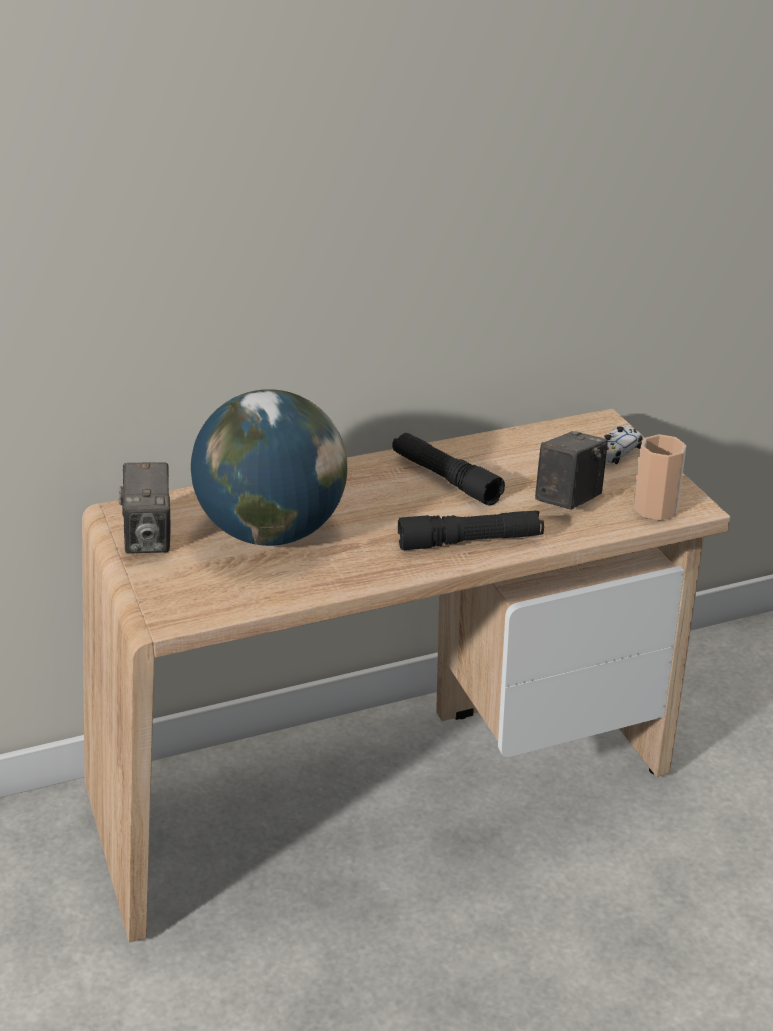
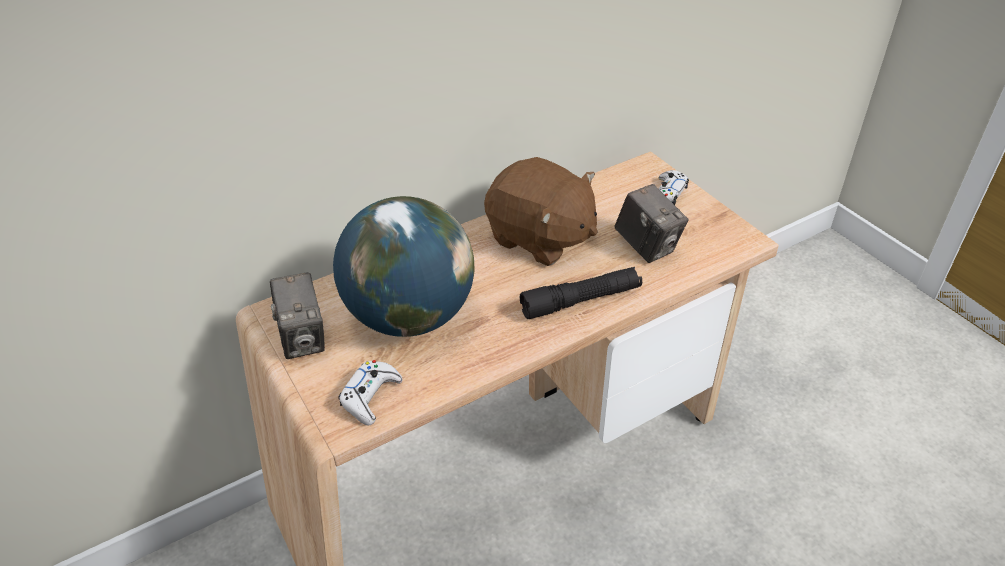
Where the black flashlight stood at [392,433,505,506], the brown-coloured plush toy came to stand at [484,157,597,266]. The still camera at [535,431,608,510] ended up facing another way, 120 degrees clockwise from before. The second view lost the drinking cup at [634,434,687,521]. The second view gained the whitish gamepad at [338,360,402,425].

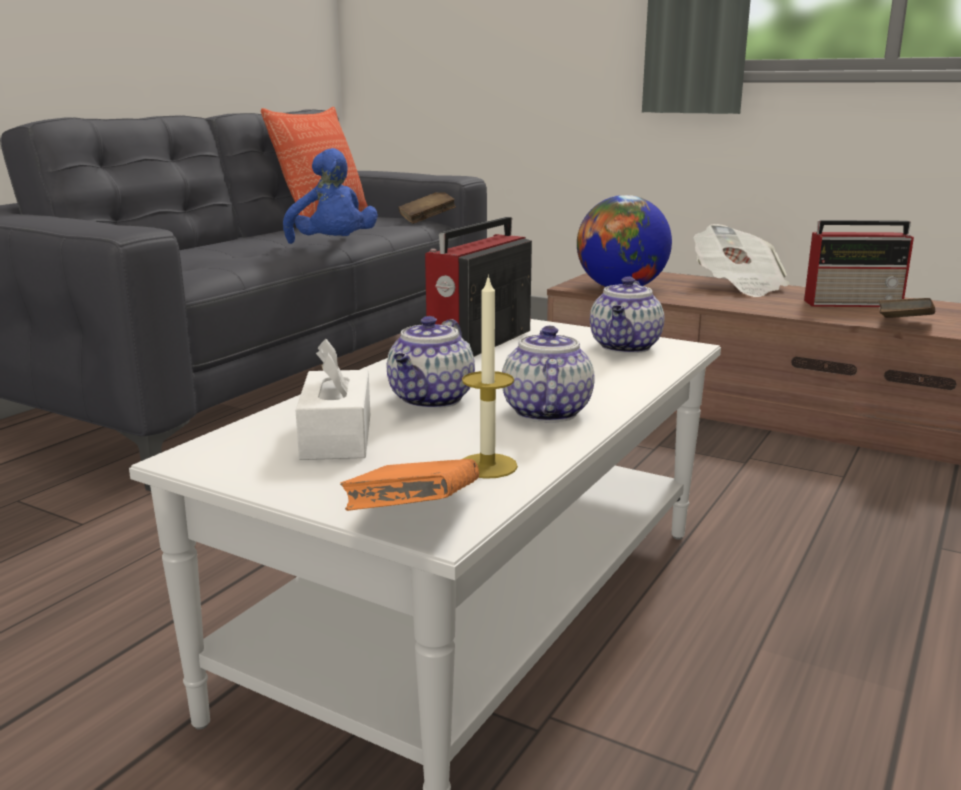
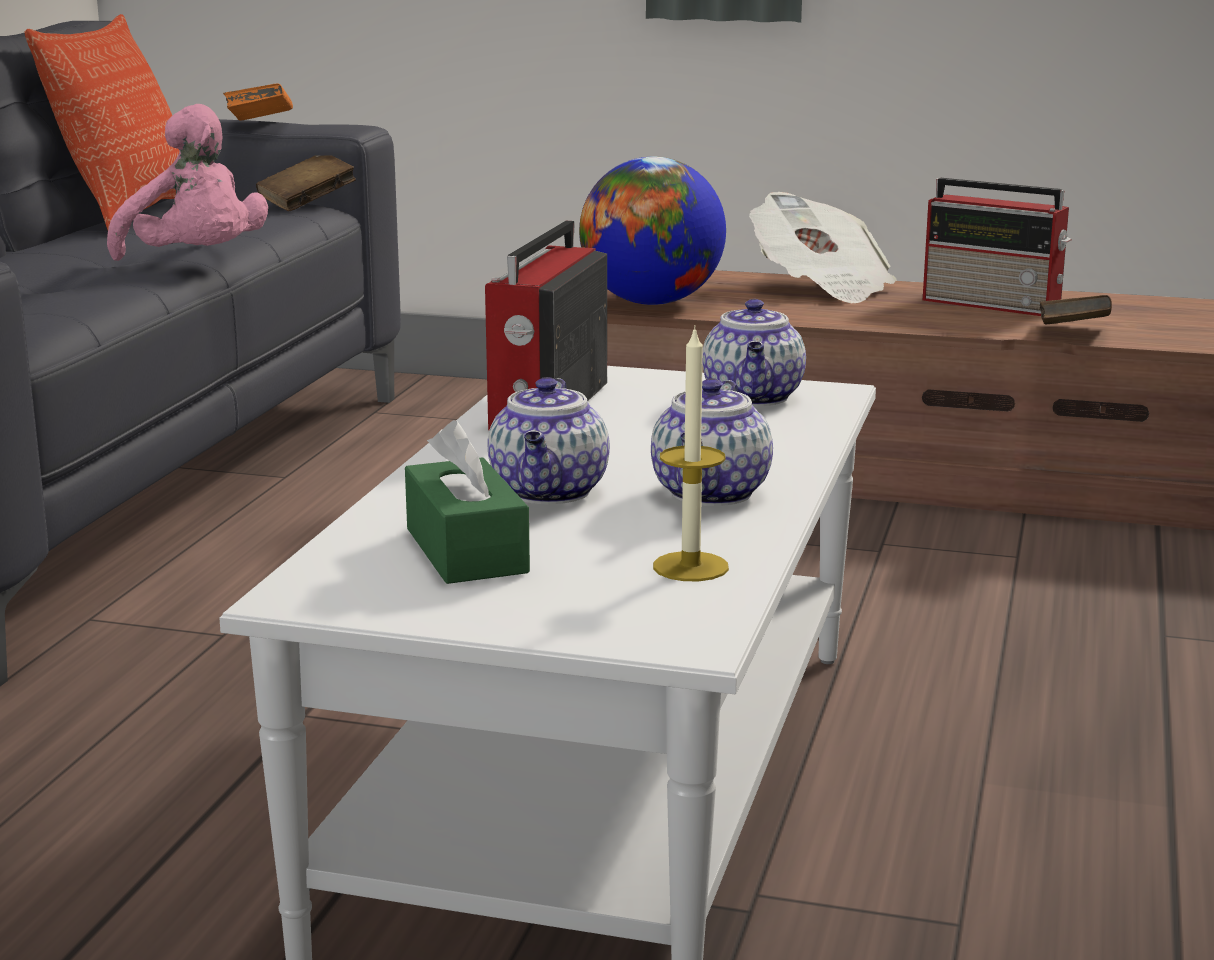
What was the blue plush toy at [283,148,378,244] turned into the pinkish plush toy at [107,104,268,261]. What was the whitish tissue box at [295,339,370,460] turned into the green tissue box at [405,420,530,584]. The orange-coloured book ended up elsewhere, having gone from [340,459,479,511] to [223,83,293,121]. The pot for tea at [502,326,594,423] ended up facing another way, 150 degrees counterclockwise from before. The radio set at [804,220,914,307] ended up facing another way, 45 degrees clockwise from before.

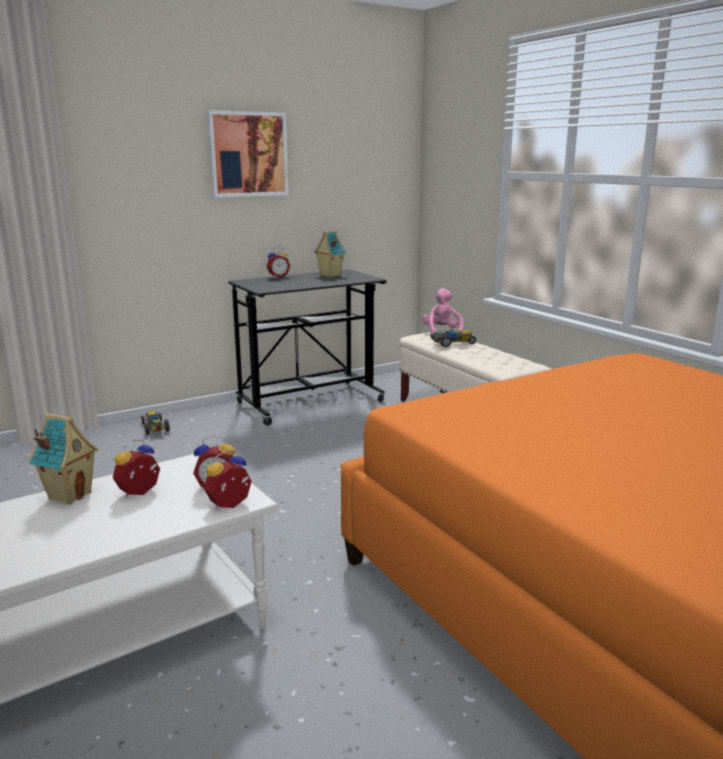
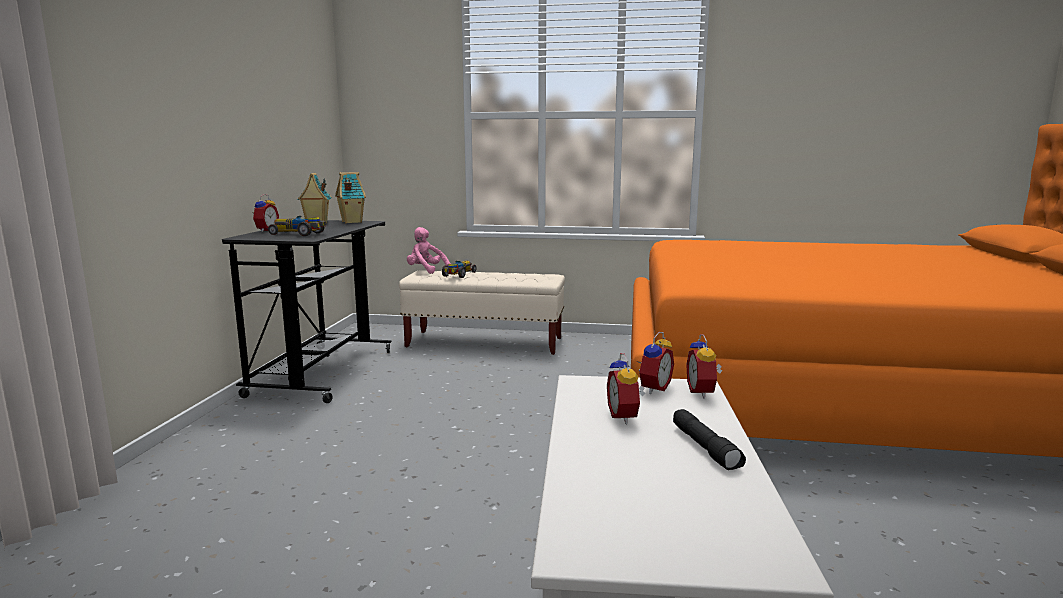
The toy house ended up elsewhere, having gone from [29,413,98,505] to [335,172,366,223]. The model car ended up elsewhere, having gone from [141,411,170,435] to [268,216,326,236]. The second view lost the wall picture at [207,110,289,197]. The second view gained the black flashlight at [673,409,746,470].

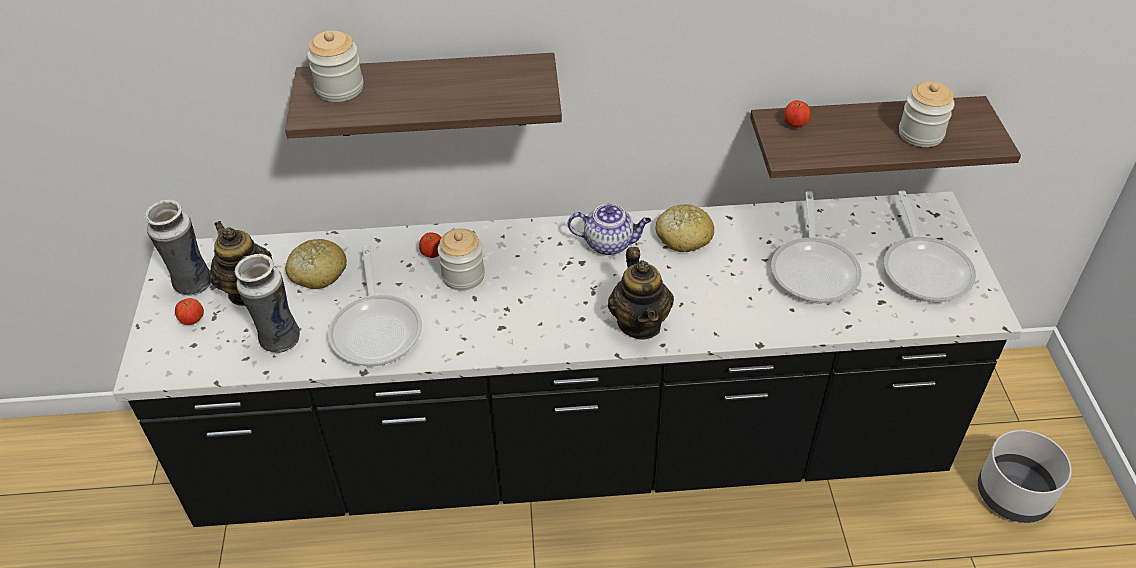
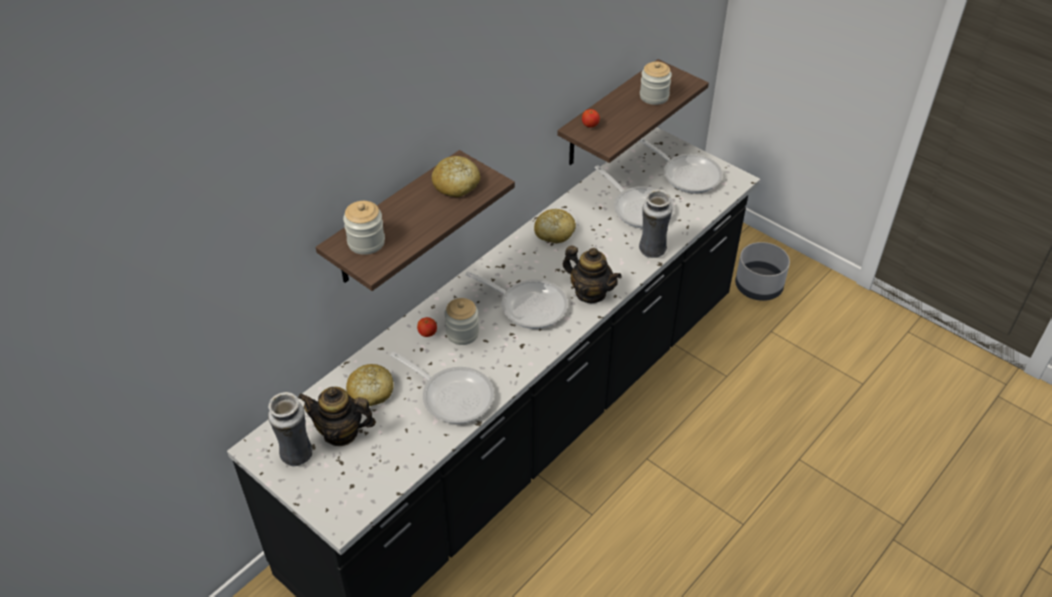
The second view lost the apple fruit at [175,298,204,325]. The decorative vase ended up elsewhere, having gone from [235,254,300,353] to [639,190,672,258]. The second view lost the pot for tea at [568,204,651,255]. The second view gained the bread at [432,156,481,197]. The second view gained the skillet at [465,271,568,329].

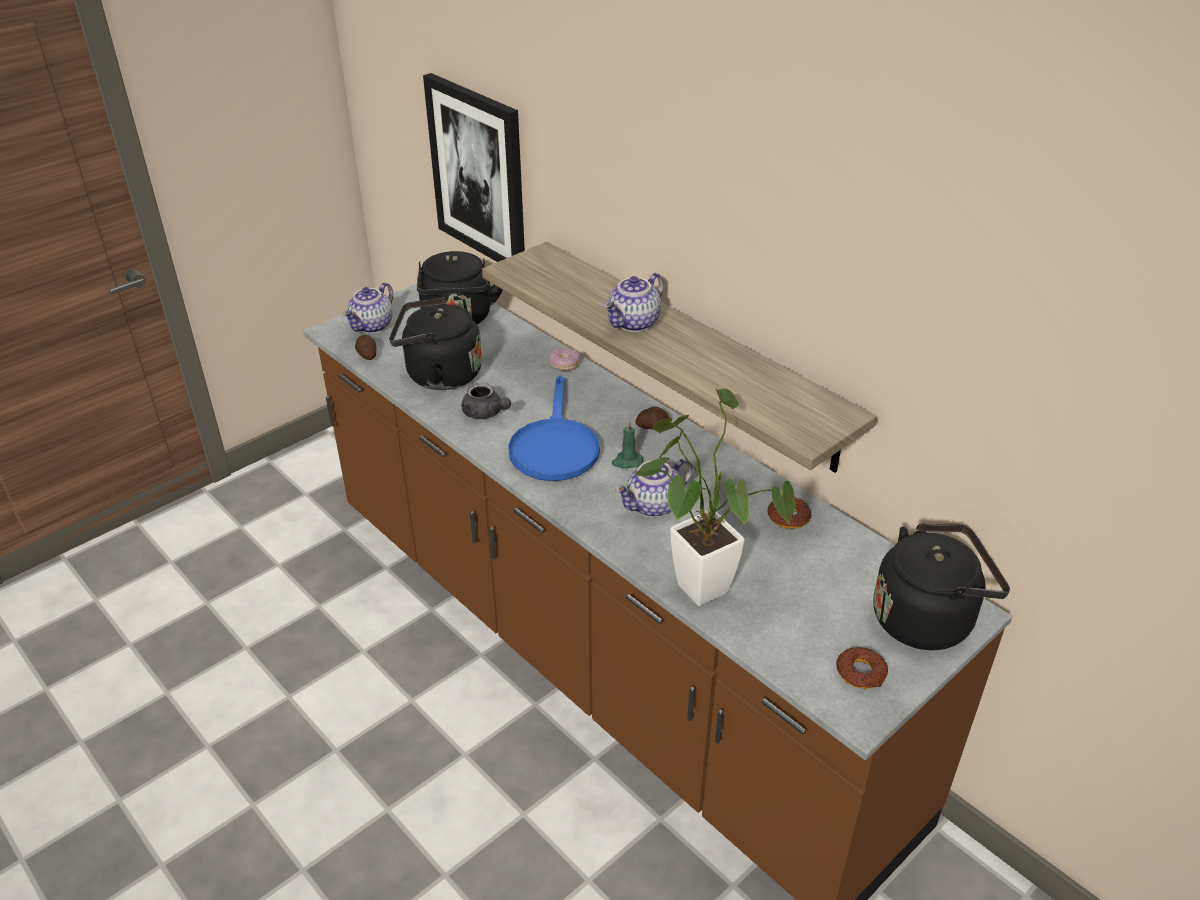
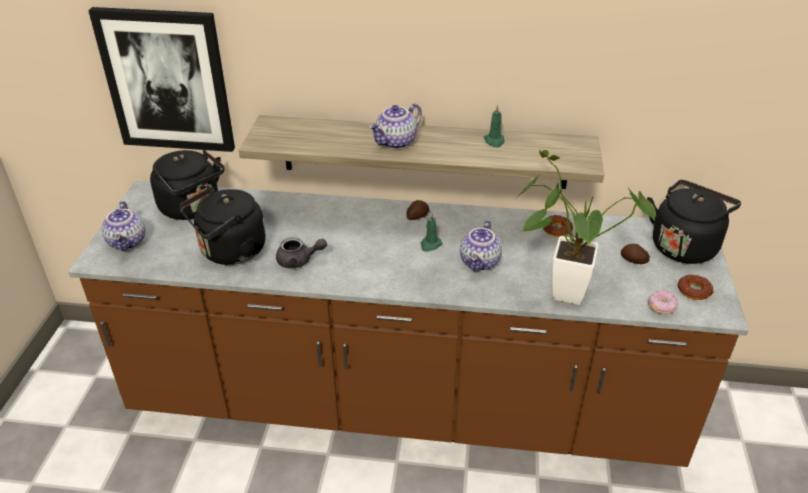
The whole potato ended up elsewhere, having gone from [355,335,376,360] to [621,244,650,264]. The second view lost the blue skillet at [508,376,600,481]. The ring doughnut ended up elsewhere, having gone from [549,349,580,371] to [648,289,679,314]. The pot for tea at [604,273,664,332] ended up facing another way, 45 degrees clockwise from before. The second view gained the green wax light at [484,104,505,148].

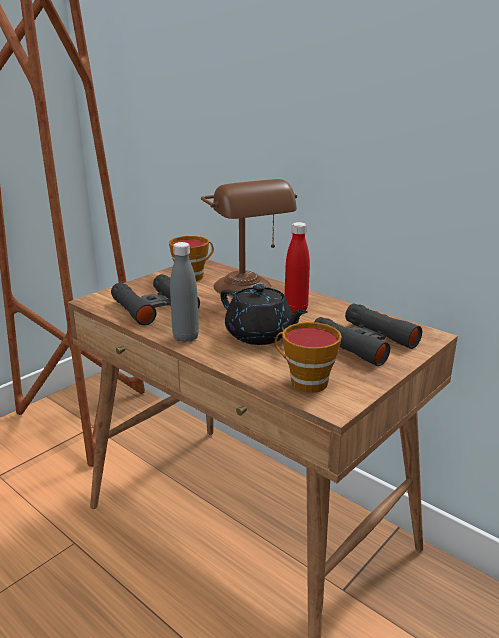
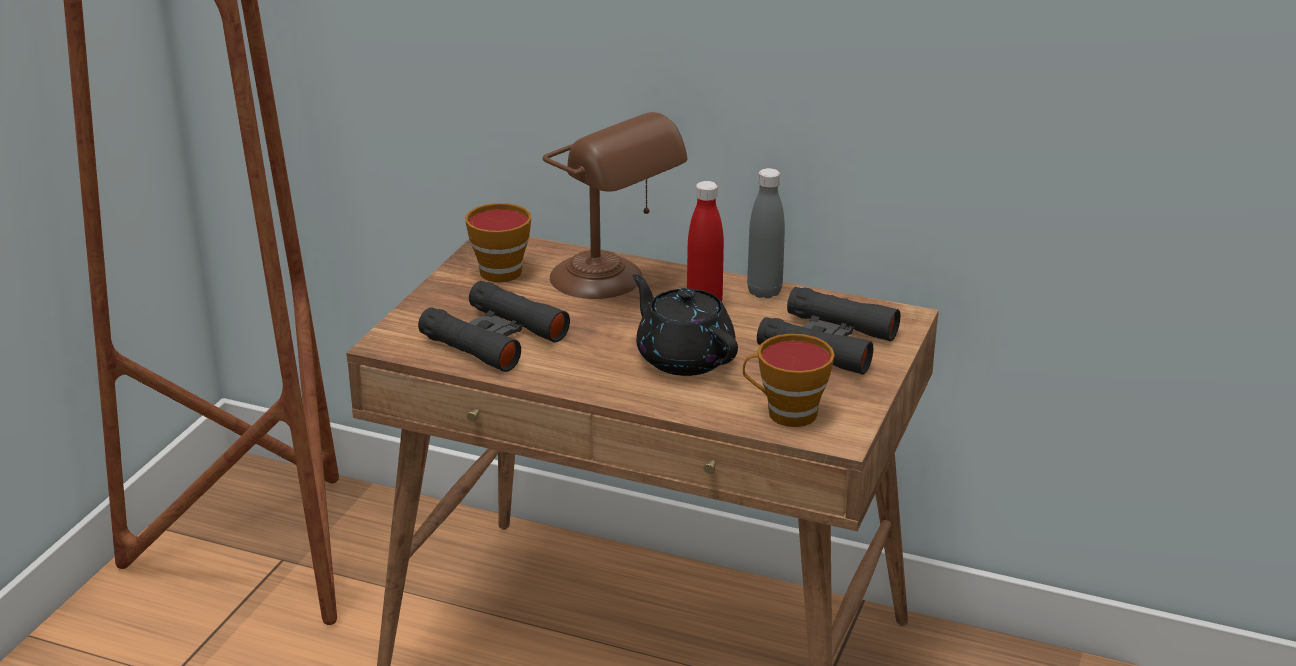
The grey bottle ended up elsewhere, having gone from [170,242,199,342] to [747,168,785,299]. The black pot for tea at [220,284,308,345] ended up facing another way, 150 degrees counterclockwise from before.

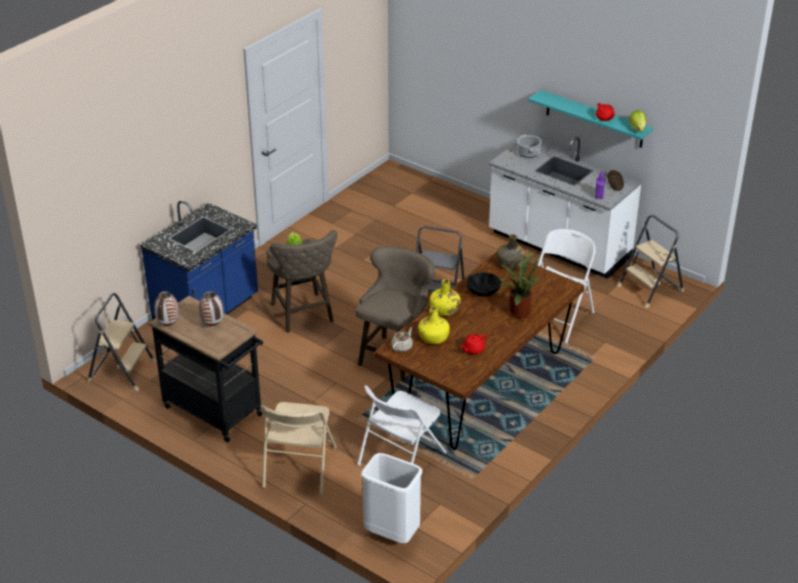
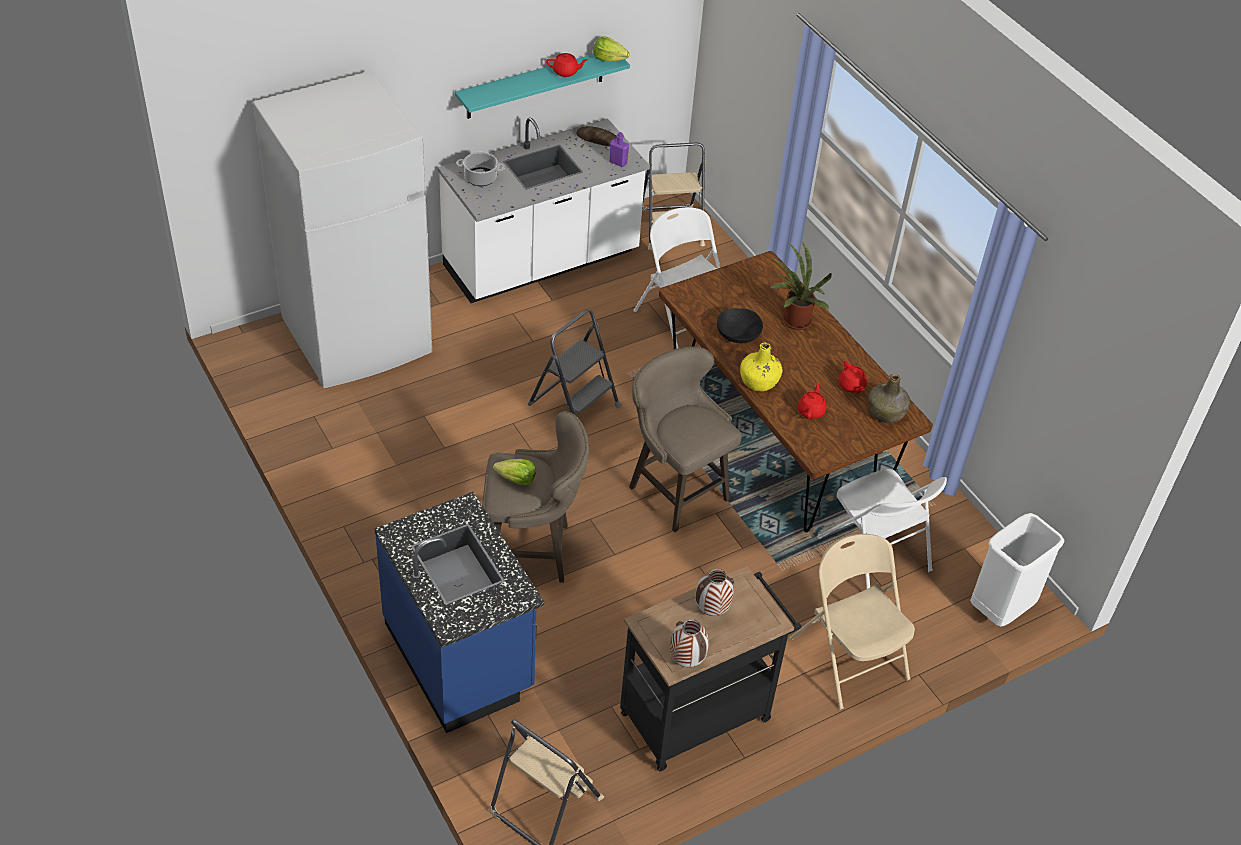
The sand-coloured plain chair at [260,402,337,495] ended up facing another way, 150 degrees counterclockwise from before. The second view lost the sand-coloured pot for tea at [391,327,413,352]. Where the yellowish bottle stood at [418,306,450,344], the red pot for tea came to stand at [797,382,826,419]. The green bottle ended up elsewhere, having gone from [497,234,526,270] to [868,374,910,423]. The second view gained the whitish fridge at [253,71,432,388].

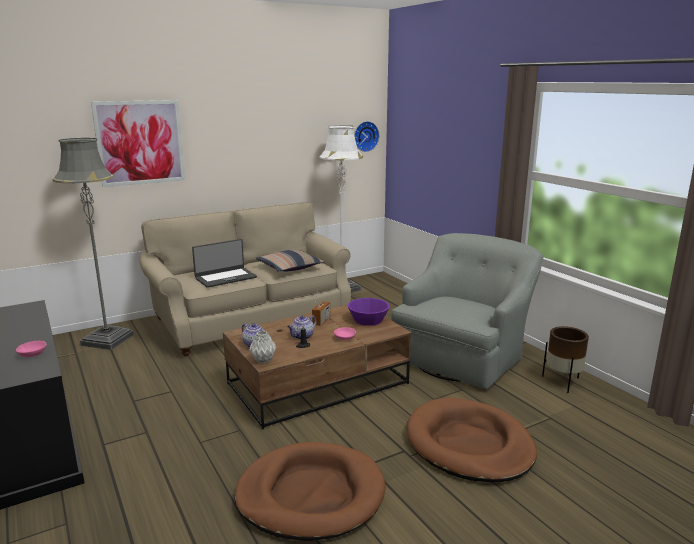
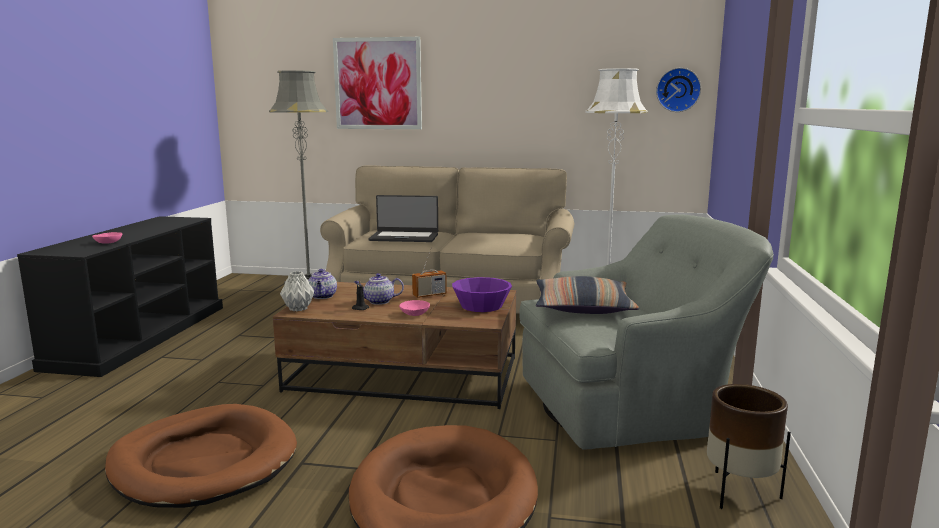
The throw pillow ended up elsewhere, having gone from [256,250,324,272] to [535,276,639,314].

